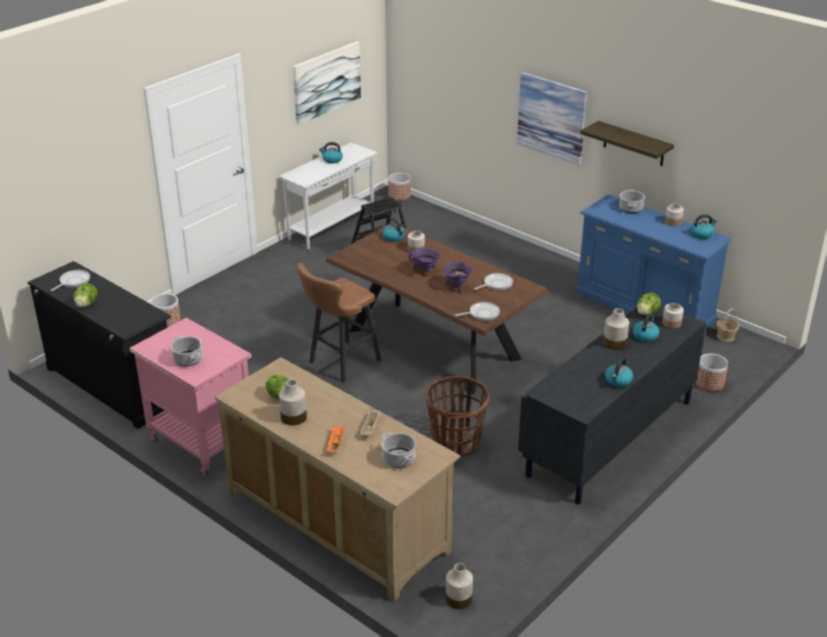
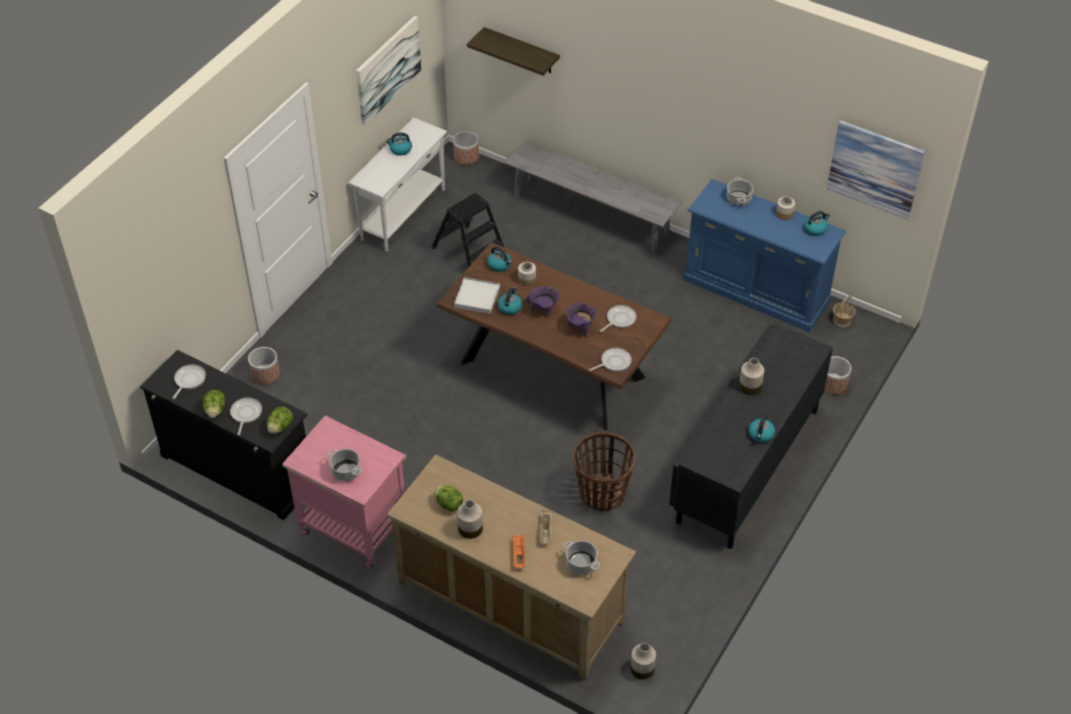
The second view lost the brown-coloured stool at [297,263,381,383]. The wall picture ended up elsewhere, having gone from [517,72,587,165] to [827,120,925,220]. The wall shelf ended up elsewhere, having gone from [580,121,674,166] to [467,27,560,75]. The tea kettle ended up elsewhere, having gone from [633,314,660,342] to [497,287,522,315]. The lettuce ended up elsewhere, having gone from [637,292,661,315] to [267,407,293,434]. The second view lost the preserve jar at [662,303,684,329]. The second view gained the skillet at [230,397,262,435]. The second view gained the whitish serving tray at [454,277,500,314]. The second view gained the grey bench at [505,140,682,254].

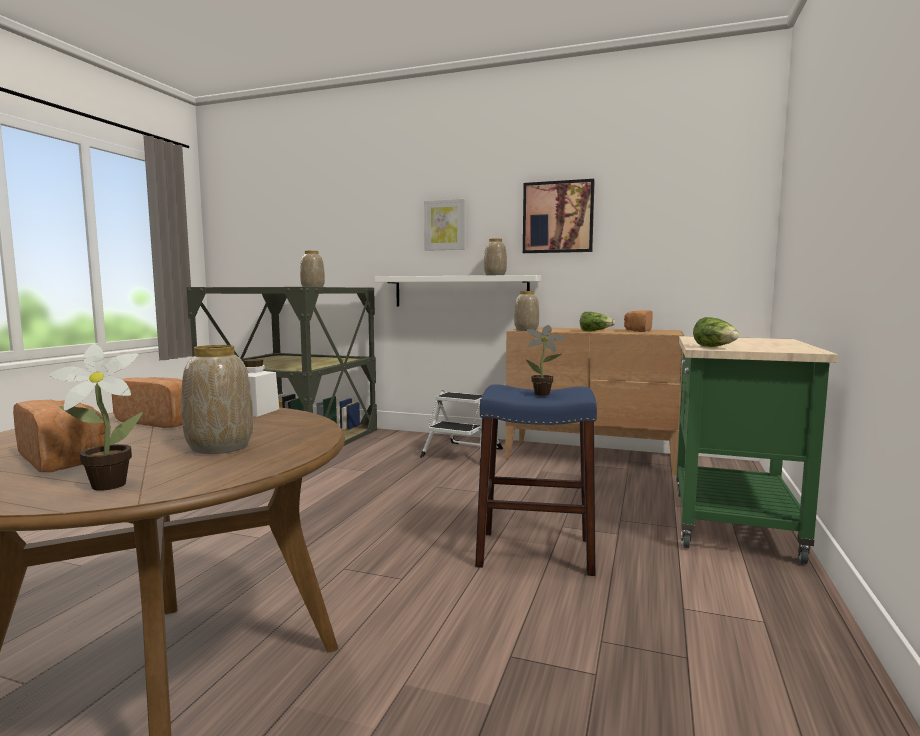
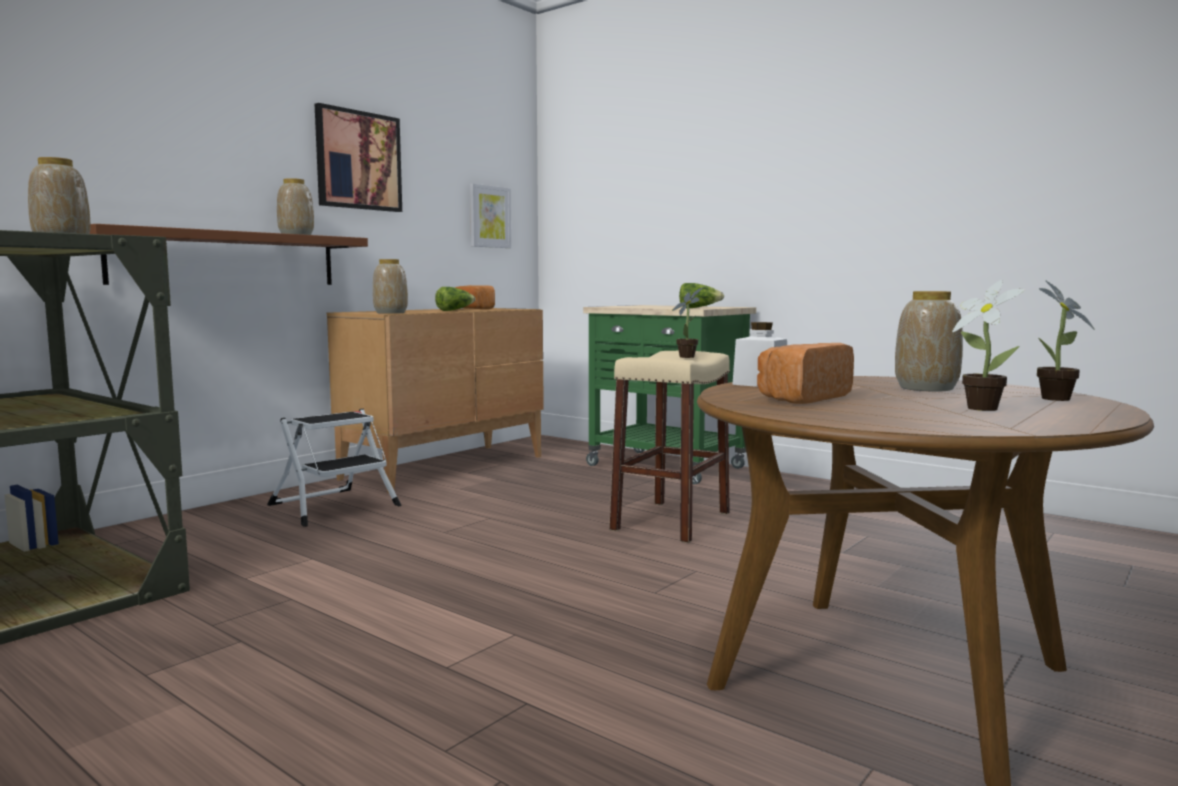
Where the bread stood at [13,400,105,472], the plant in a pot came to stand at [952,280,1026,411]. What was the whitish wall shelf at [375,275,542,307] turned into the brown-coloured wall shelf at [90,224,368,285]. The wall picture ended up elsewhere, having gone from [424,199,465,251] to [470,184,511,248]. What was the blue stool at [475,384,597,576] turned into the sand-coloured stool at [609,351,730,543].

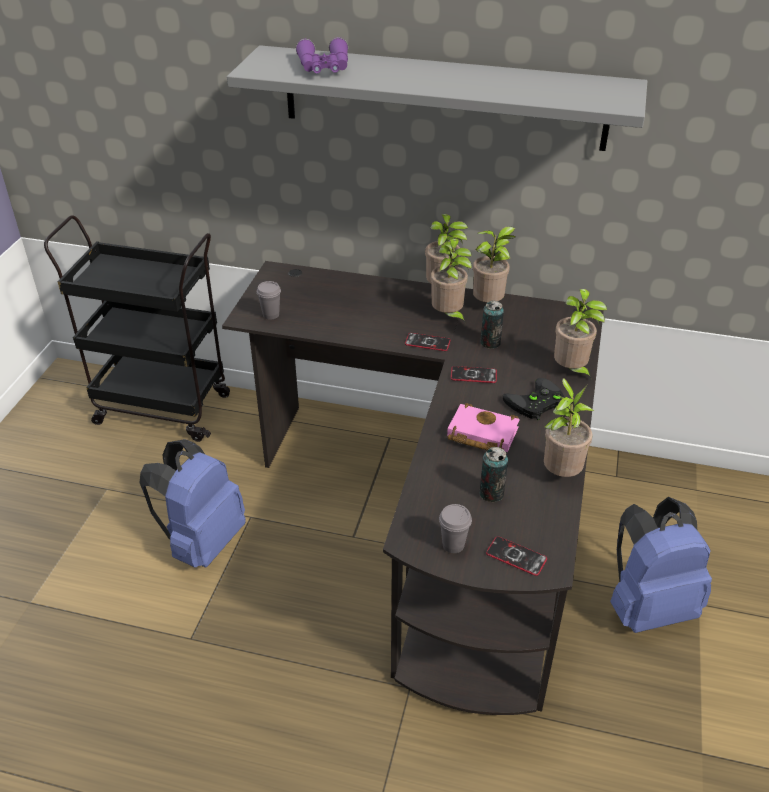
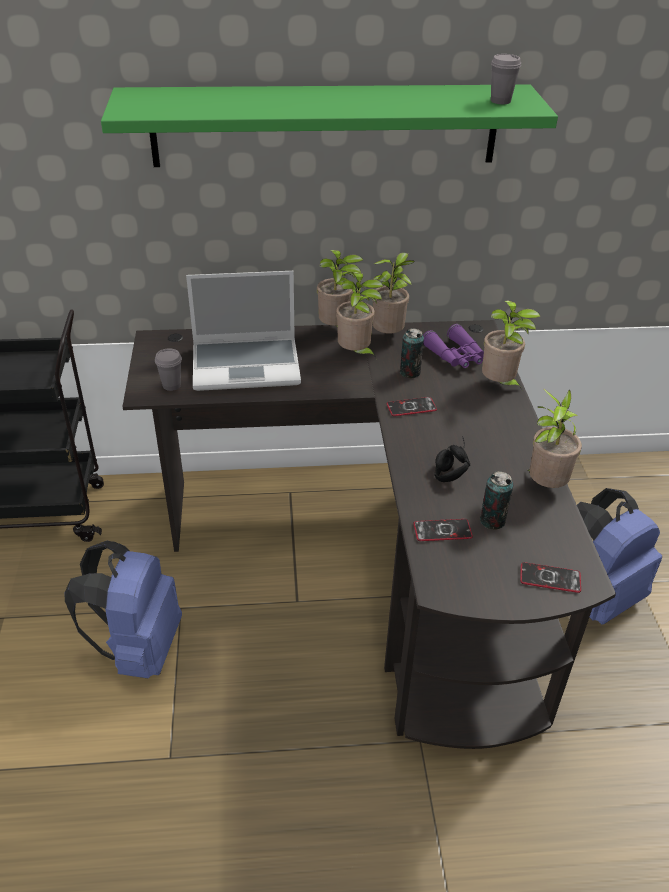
What was the grey wall shelf at [227,45,647,151] turned into the green wall shelf at [101,85,558,167]. The purple-coloured pair of binoculars ended up elsewhere, having gone from [296,37,348,73] to [423,324,484,368]. The phone ended up elsewhere, having gone from [405,333,451,351] to [414,519,473,541]. The grey drinking cup ended up elsewhere, having gone from [439,504,472,553] to [491,54,521,104]. Where the pinkish book stood at [447,403,520,452], the black headset came to stand at [434,436,470,482]. The second view lost the black gamepad at [503,378,565,420]. The second view gained the portable computer at [186,271,301,391].

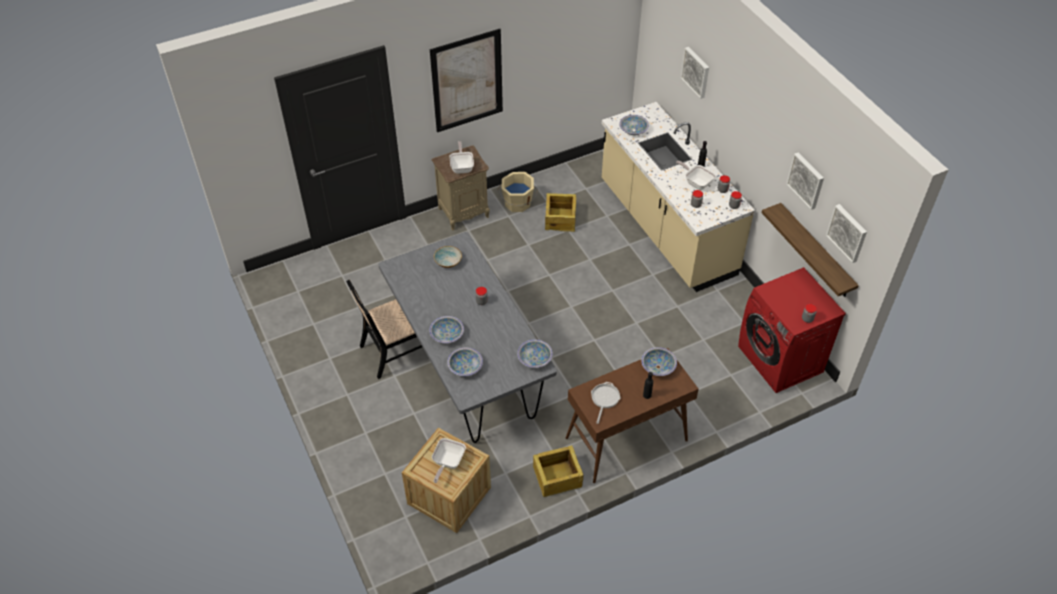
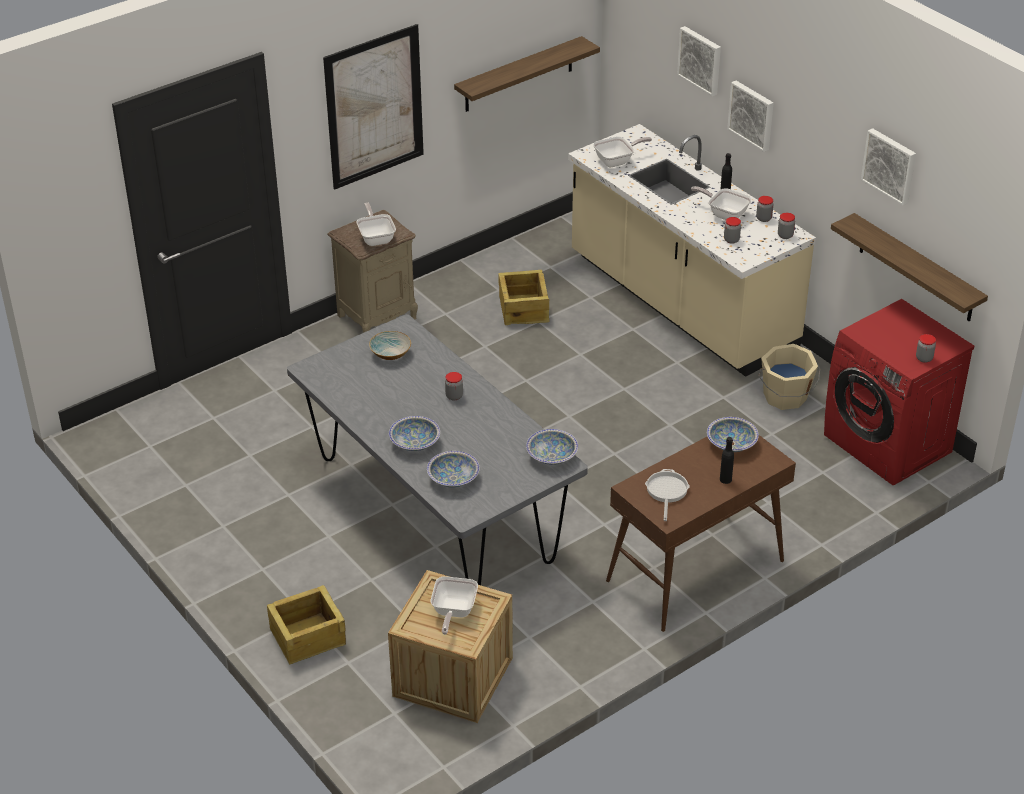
The second view lost the plain chair at [346,279,422,379]. The sand-coloured pail ended up elsewhere, having gone from [498,172,538,212] to [759,344,820,410]. The shipping crate ended up elsewhere, having gone from [533,445,583,497] to [267,585,346,665]. Where the serving bowl stood at [619,115,649,135], the skillet came to stand at [593,136,652,167]. The wall picture ended up elsewhere, having gone from [826,204,867,263] to [727,81,774,152]. The second view gained the wall shelf at [454,36,600,112].

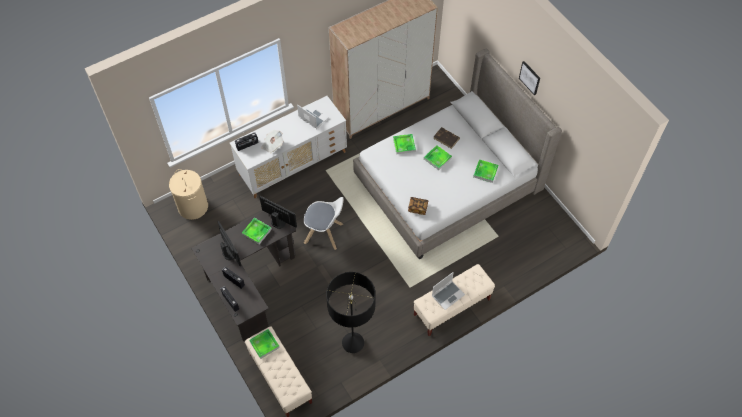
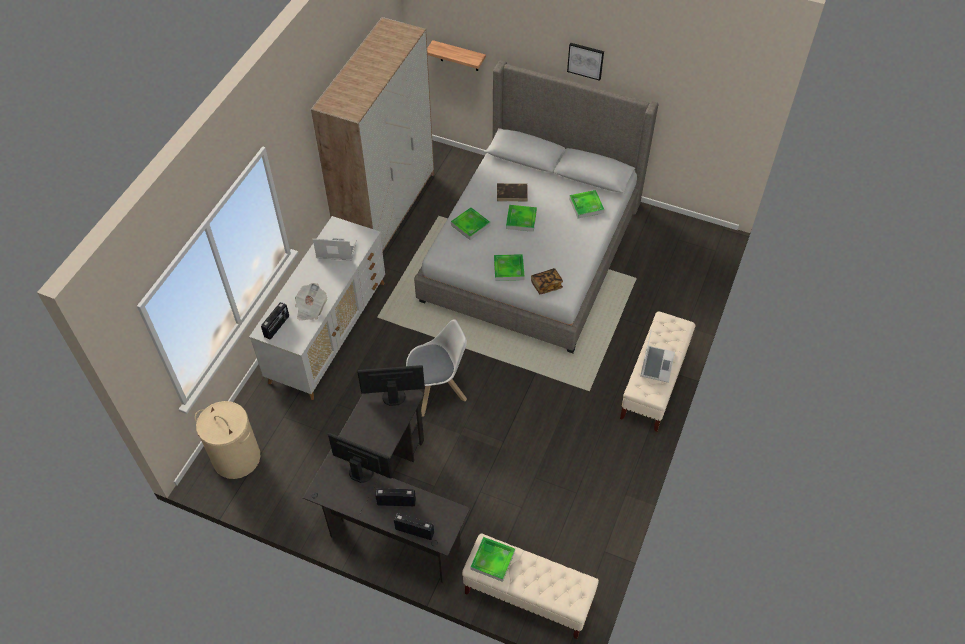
The serving tray ended up elsewhere, having gone from [242,218,272,244] to [494,254,525,281]. The second view lost the black floor lamp at [326,272,376,353]. The second view gained the wall shelf at [427,40,486,71].

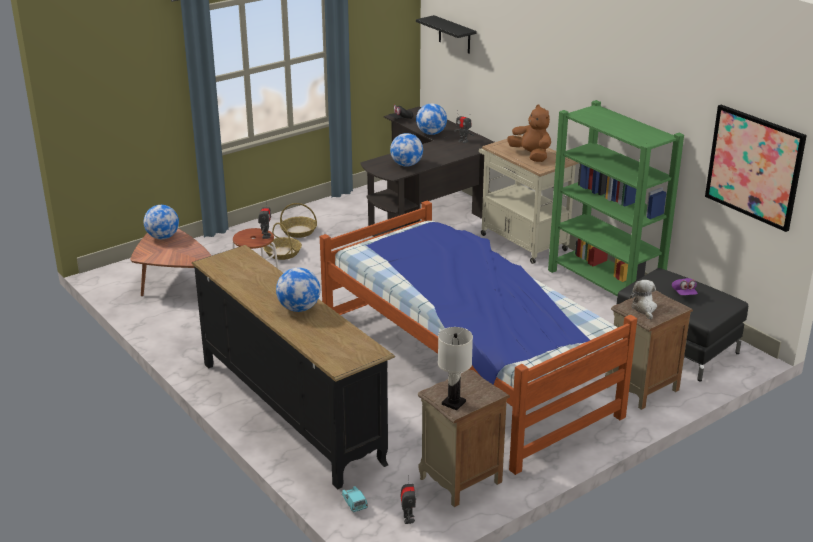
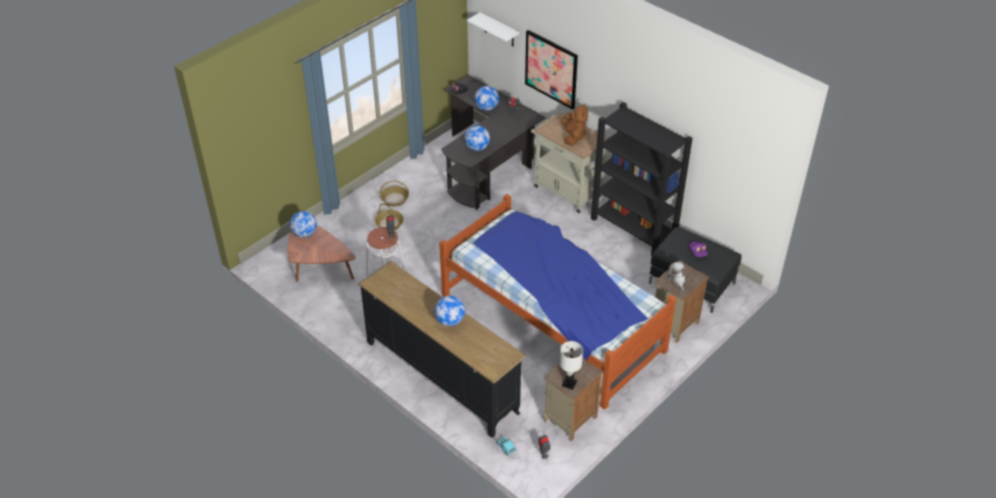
What was the black wall shelf at [416,15,477,54] turned into the whitish wall shelf at [467,12,519,46]. The brown-coloured plush toy at [507,104,551,162] ended up facing another way, 45 degrees clockwise from before. What was the green bookshelf at [548,100,684,296] turned into the black bookshelf at [591,102,692,255]. The wall picture ended up elsewhere, having gone from [705,105,807,232] to [525,30,578,110].

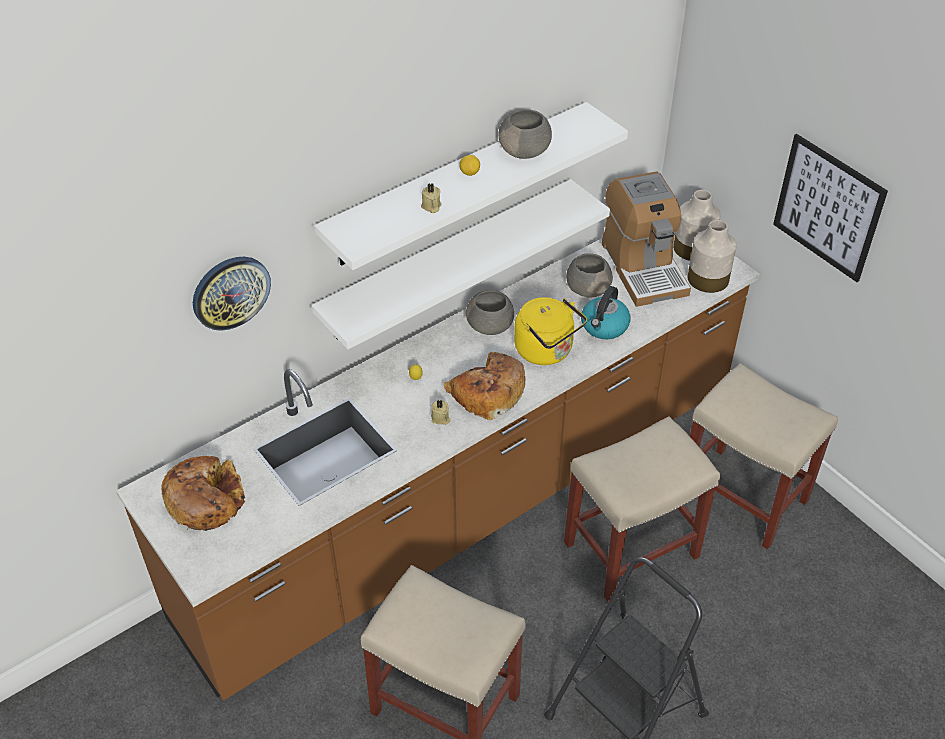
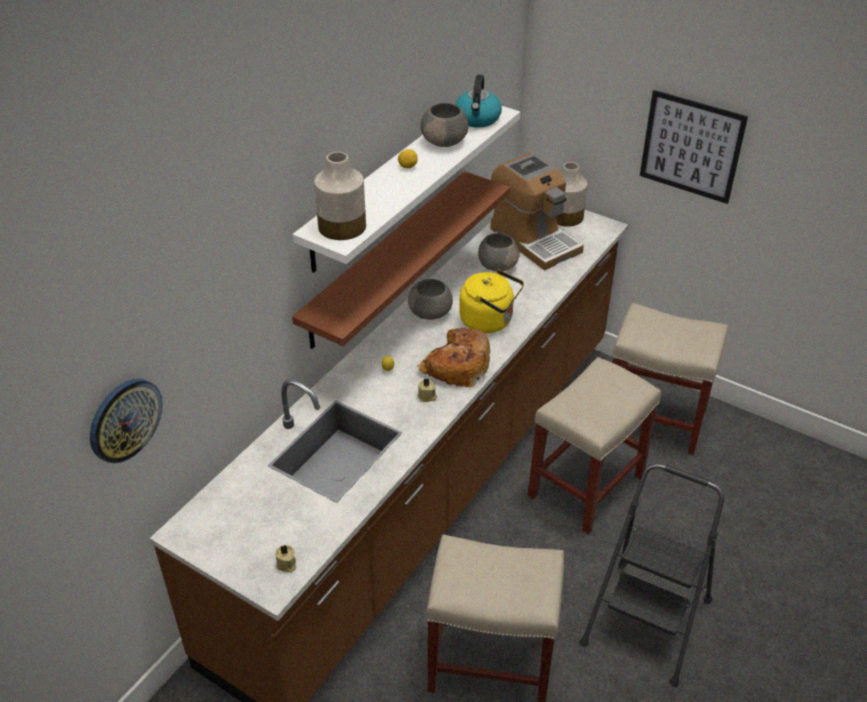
The second view lost the bread at [161,456,245,531]. The clock on the wall ended up elsewhere, having gone from [193,257,271,331] to [90,379,163,464]. What was the whitish wall shelf at [312,179,610,349] turned into the brown-coloured wall shelf at [292,171,510,349]. The sand-coloured wax light ended up elsewhere, having gone from [421,183,442,213] to [275,545,296,573]. The tea kettle ended up elsewhere, having gone from [581,286,630,339] to [455,75,502,128]. The sand-coloured decorative vase ended up elsewhere, having gone from [688,220,737,293] to [314,152,366,240].

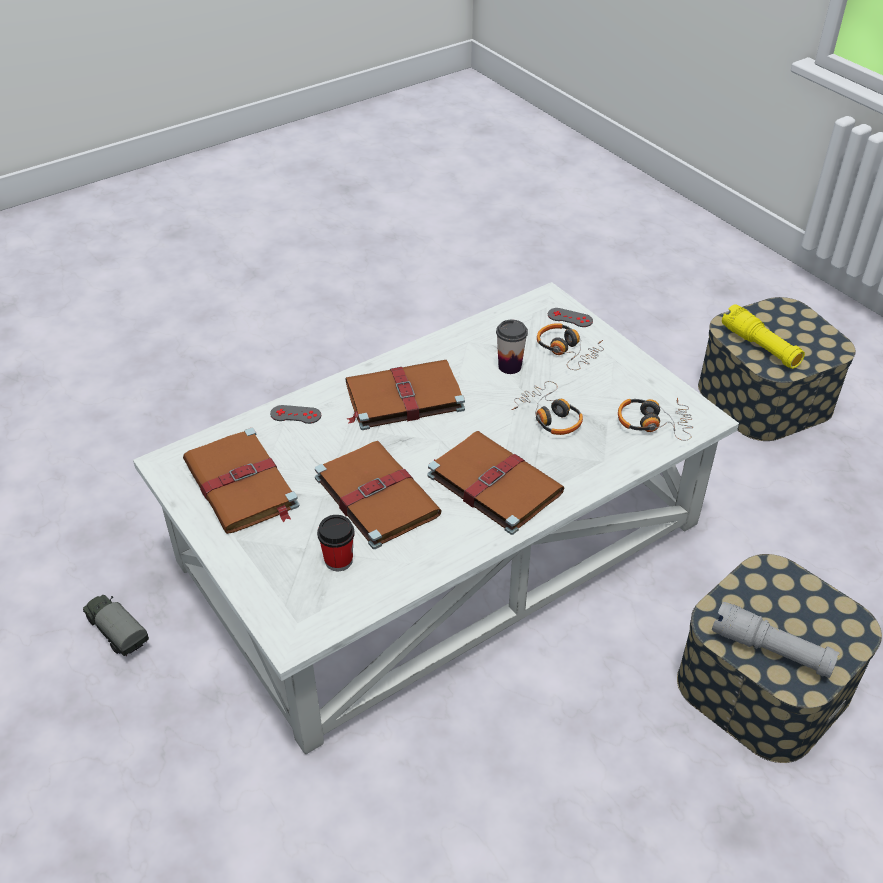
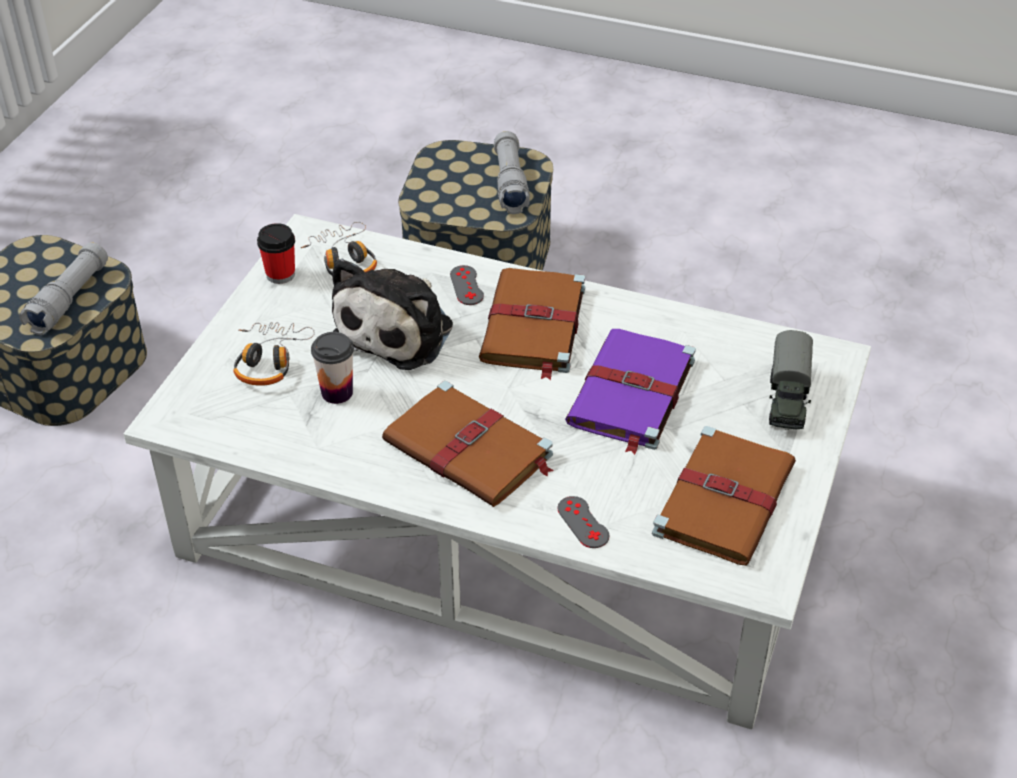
The model truck ended up elsewhere, having gone from [83,595,149,656] to [769,330,813,430]. What was the brown-coloured book at [315,441,442,549] turned into the purple-coloured book at [565,329,696,455]. The drinking cup ended up elsewhere, having gone from [317,515,355,571] to [257,223,295,284]. Where the headset stood at [512,381,583,435], the plush toy came to stand at [332,258,453,370]. The grey gamepad ended up elsewhere, having gone from [548,308,593,327] to [450,265,484,305]. What was the yellowish flashlight at [722,304,805,369] turned into the grey flashlight at [19,242,108,335].

